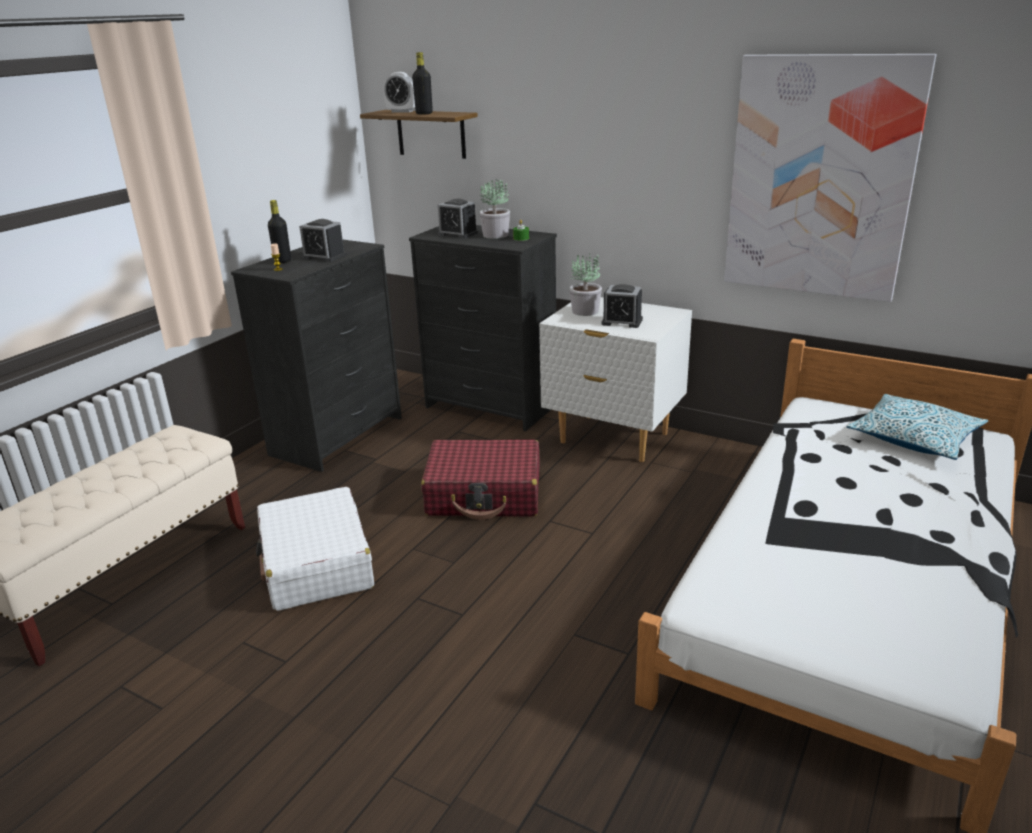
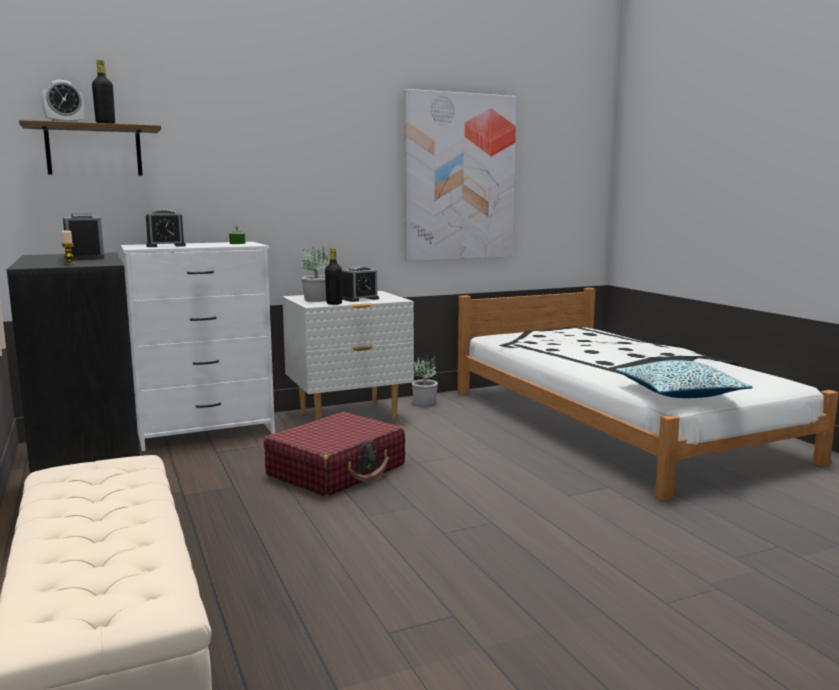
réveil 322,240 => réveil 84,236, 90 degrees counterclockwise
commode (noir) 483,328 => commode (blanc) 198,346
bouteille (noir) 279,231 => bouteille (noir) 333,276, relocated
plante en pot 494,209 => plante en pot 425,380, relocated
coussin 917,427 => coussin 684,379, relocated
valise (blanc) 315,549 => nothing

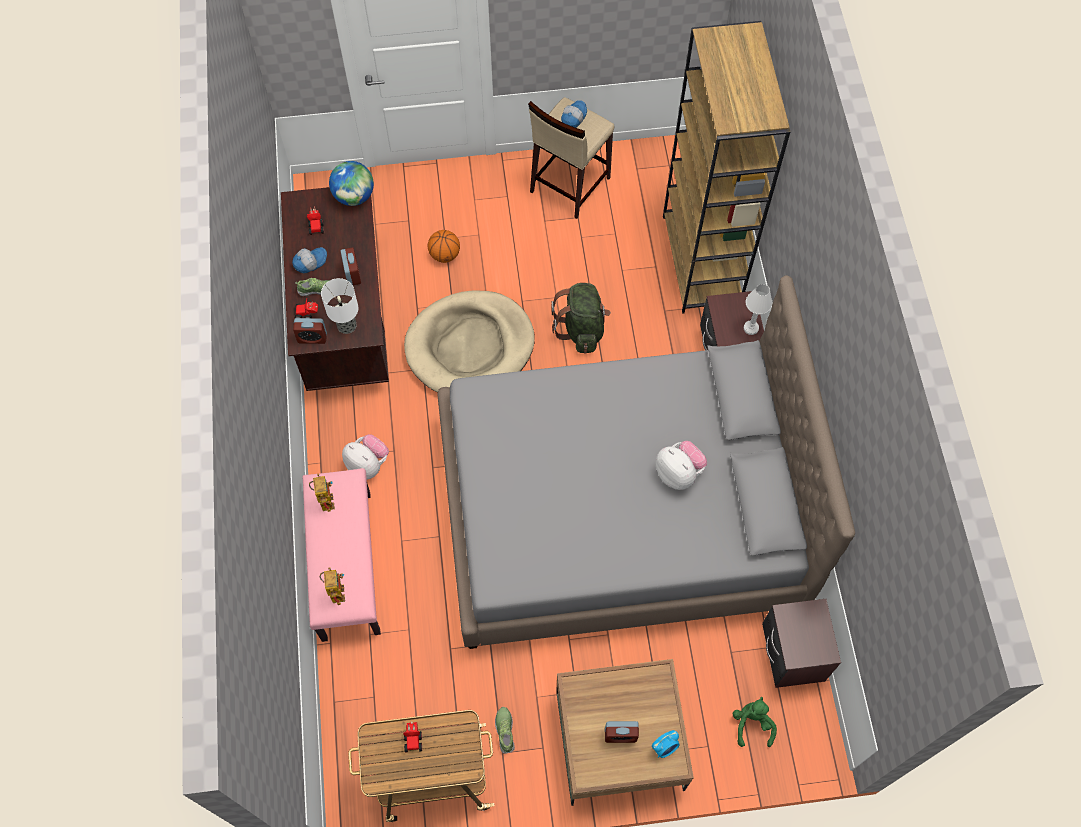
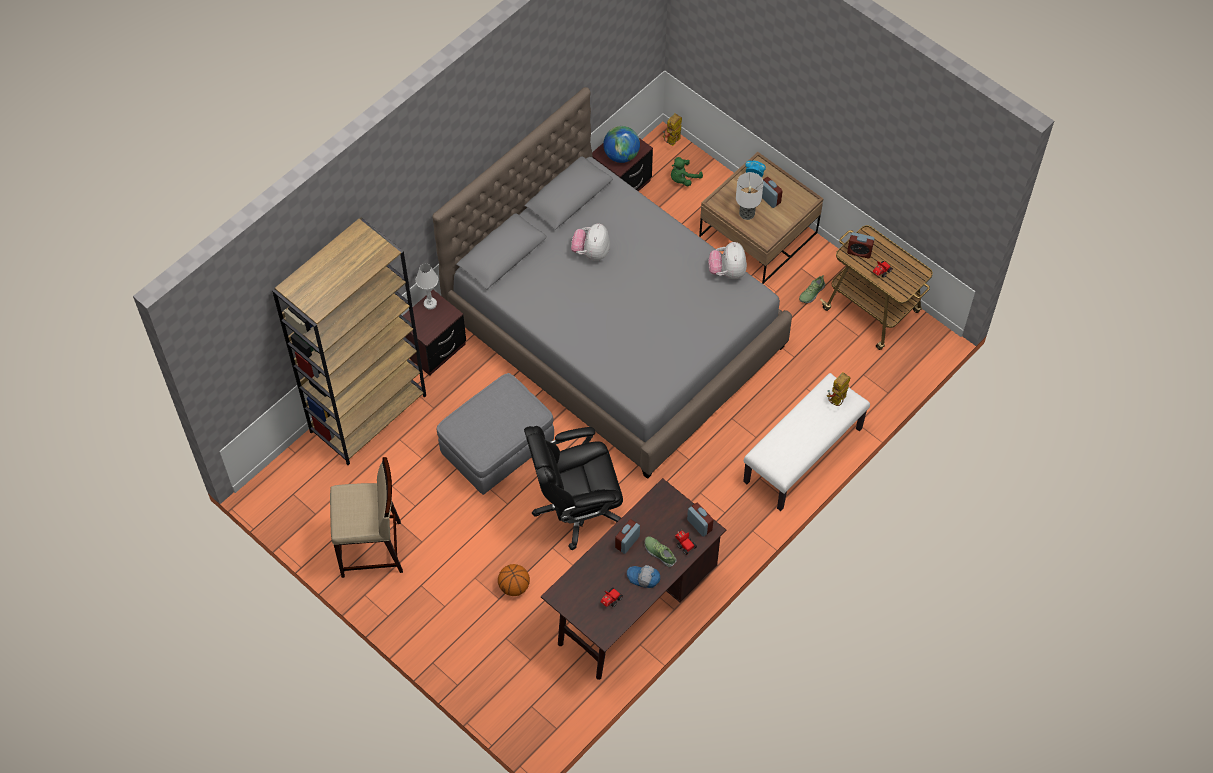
sac à dos (vert) 581,318 => pouf (gris) 495,434
panier pour chien (beige) 469,341 => chaise de bureau (noir) 573,488
globe 351,183 => globe 621,144, relocated
robot jouet 322,493 => robot jouet 672,129, relocated
peluche 365,457 => peluche 728,260, relocated
lampe de table 340,306 => lampe de table 750,196, relocated
banc (rose) 342,555 => banc (blanc) 806,442
nothing => réveil 861,245
casquette 574,114 => nothing

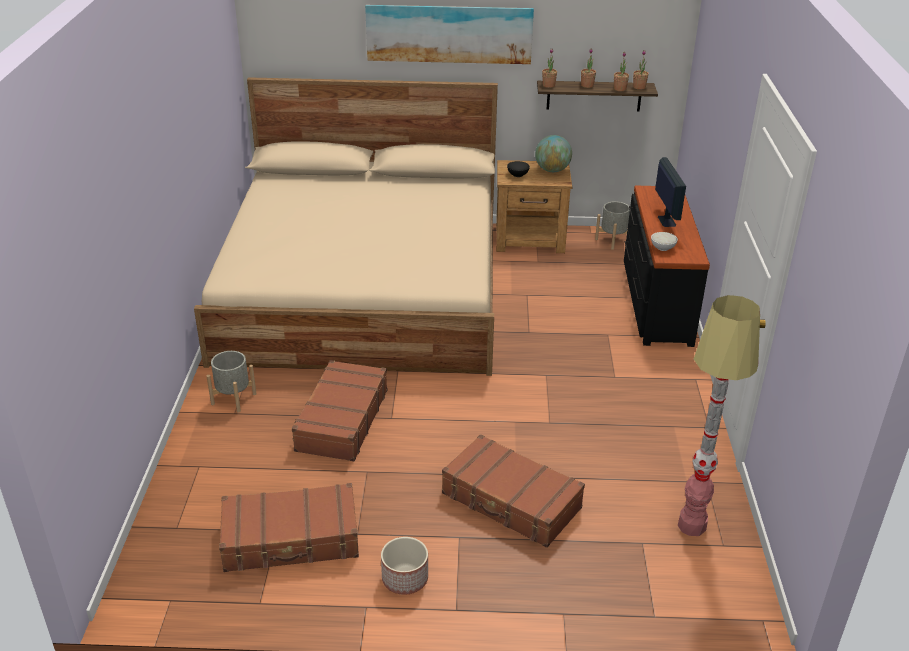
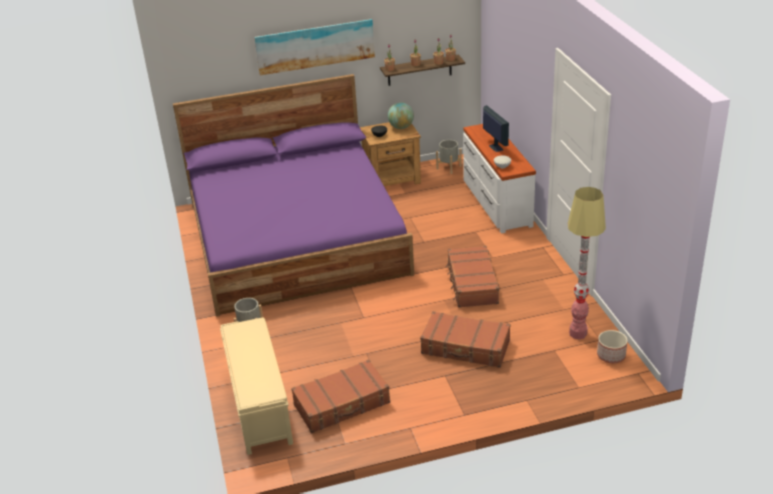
lit (beige) 346,226 => lit (violet) 293,195
nothing => banc (beige) 256,386
valise (marron) 340,410 => valise (marron) 472,277, relocated
commode (noir) 667,266 => commode (blanc) 499,178
cache-pot 404,566 => cache-pot 612,346, relocated

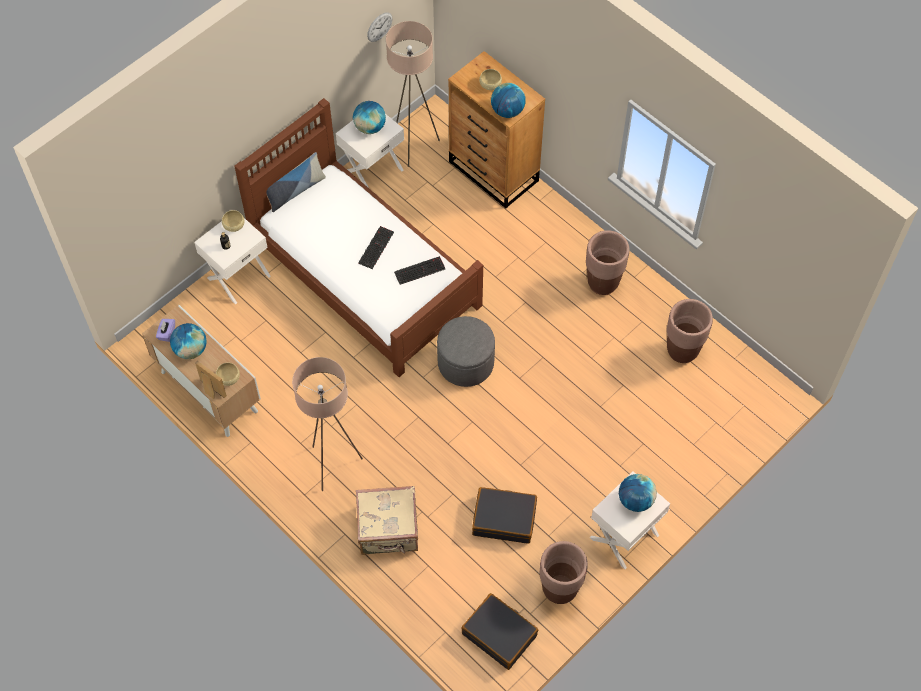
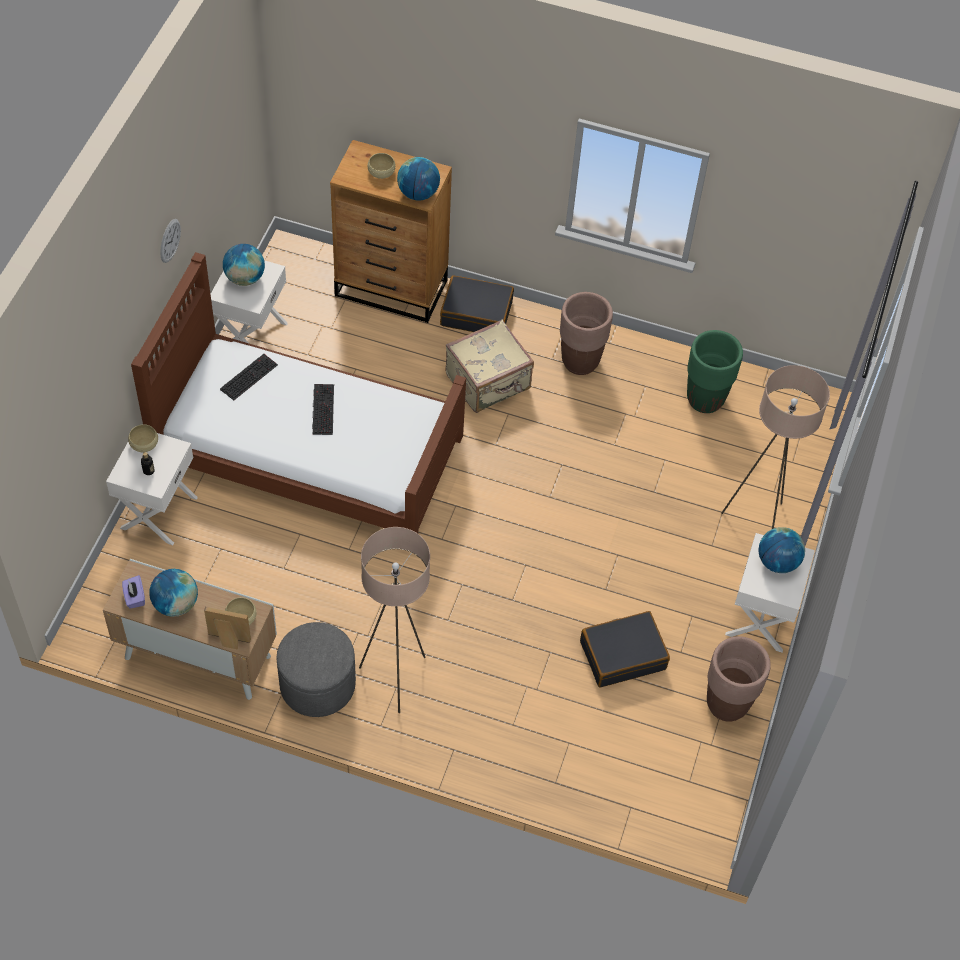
horloge murale 379,27 => horloge murale 170,241, relocated
clavier 419,270 => clavier 249,377, relocated
pouf (gris) 466,351 => pouf (gris) 316,669, relocated
valise (noir) 499,631 => valise (noir) 477,303, relocated
valise (beige) 387,520 => valise (beige) 490,366, relocated
cache-pot (marron) 690,331 => cache-pot (vert) 715,371
lampadaire (beige) 413,94 => lampadaire (beige) 775,447, relocated
coussin 296,182 => nothing

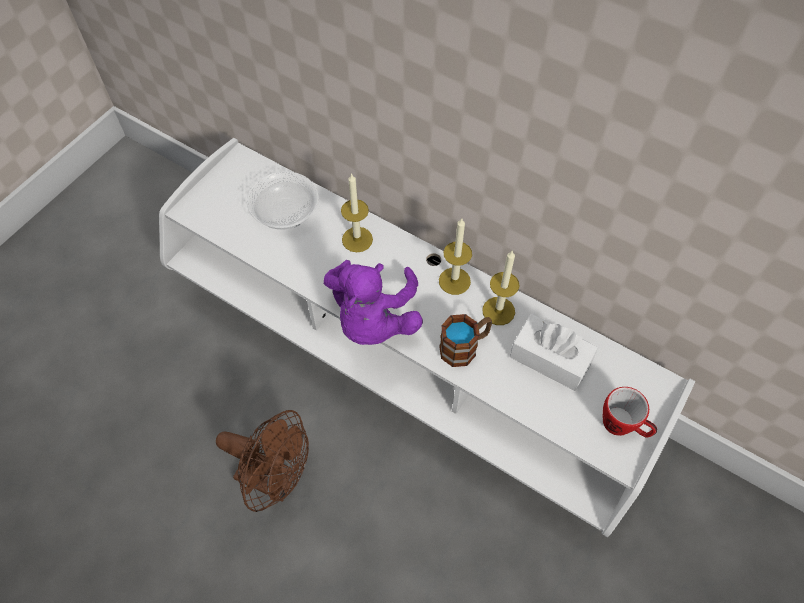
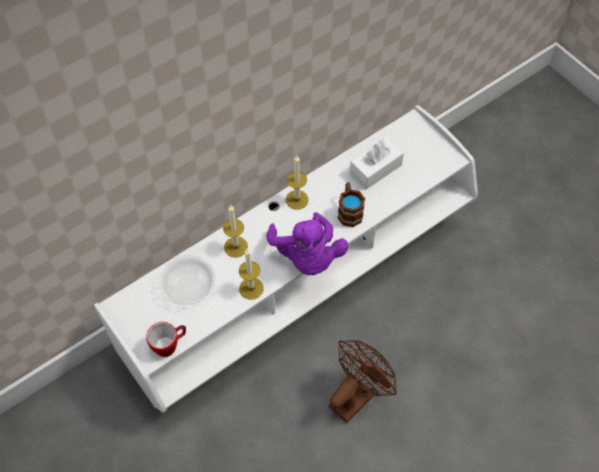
mug 630,412 => mug 166,339, relocated
bougie 501,287 => bougie 251,274, relocated
peluche (violet) 373,302 => peluche (violet) 307,243, 45 degrees clockwise

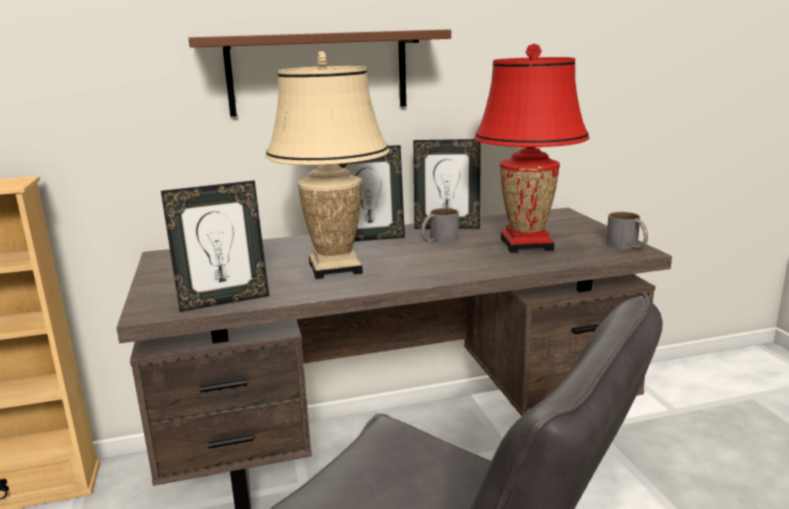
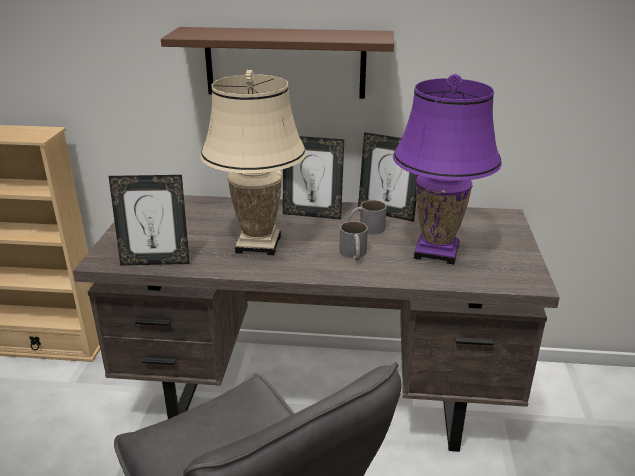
mug (gris) 627,230 => mug (gris) 353,241, relocated
lampe de table (rouge) 531,148 => lampe de table (violet) 447,169

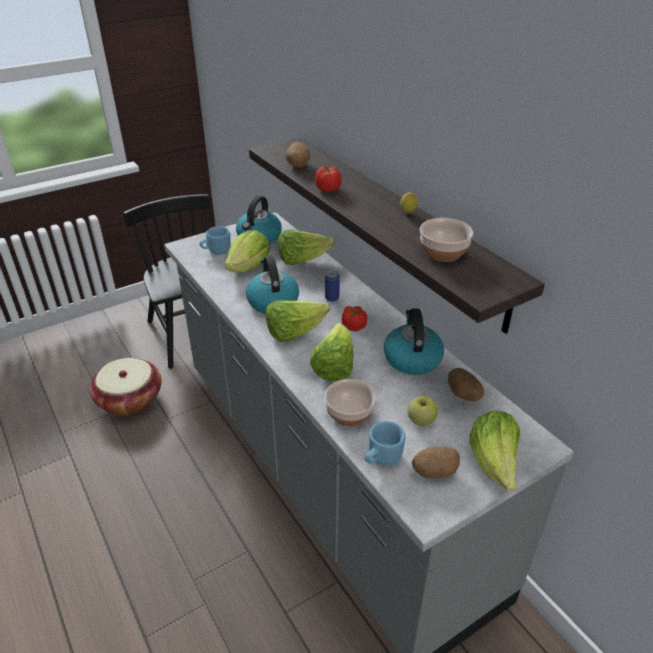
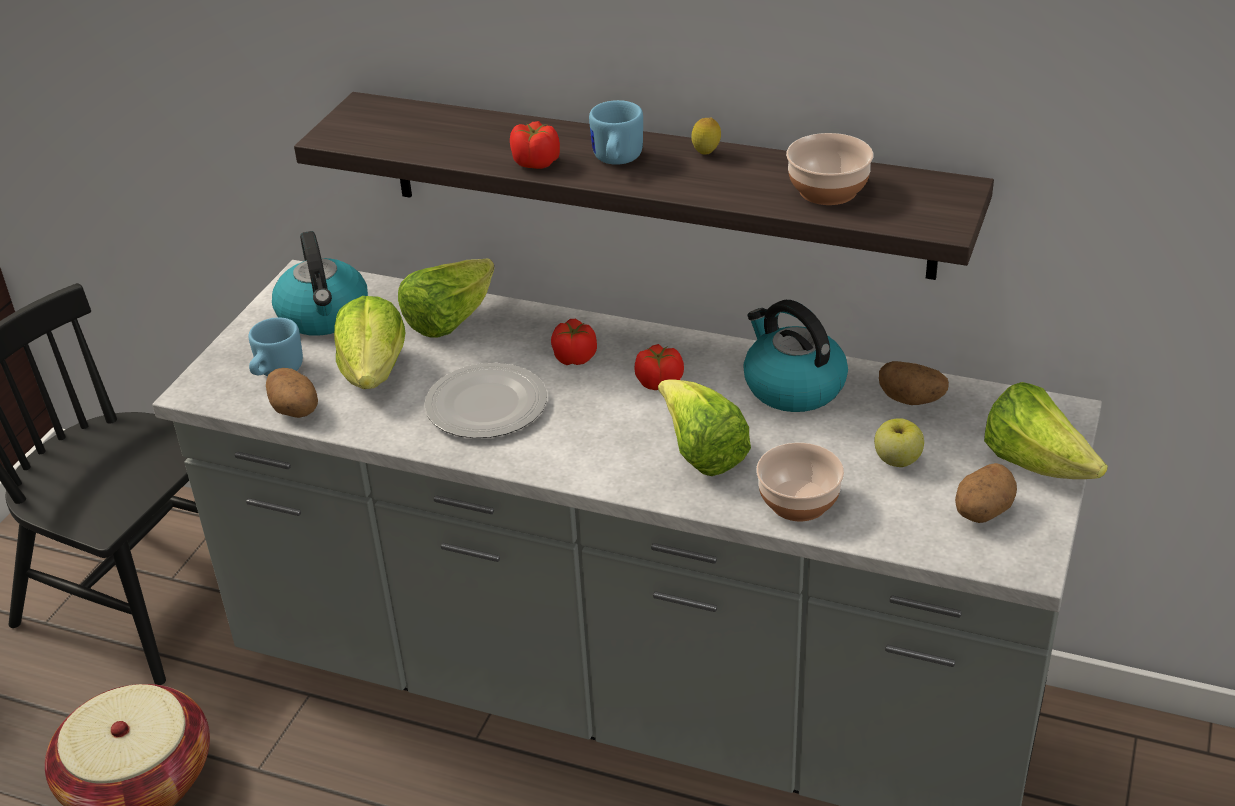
pomme de terre 298,155 => pomme de terre 292,393, relocated
bouilloire 272,284 => assiette 485,400
boîte métallique 332,286 => tomate 574,342
mug (bleu) 385,443 => mug (bleu) 616,132, relocated
laitue 298,321 => nothing

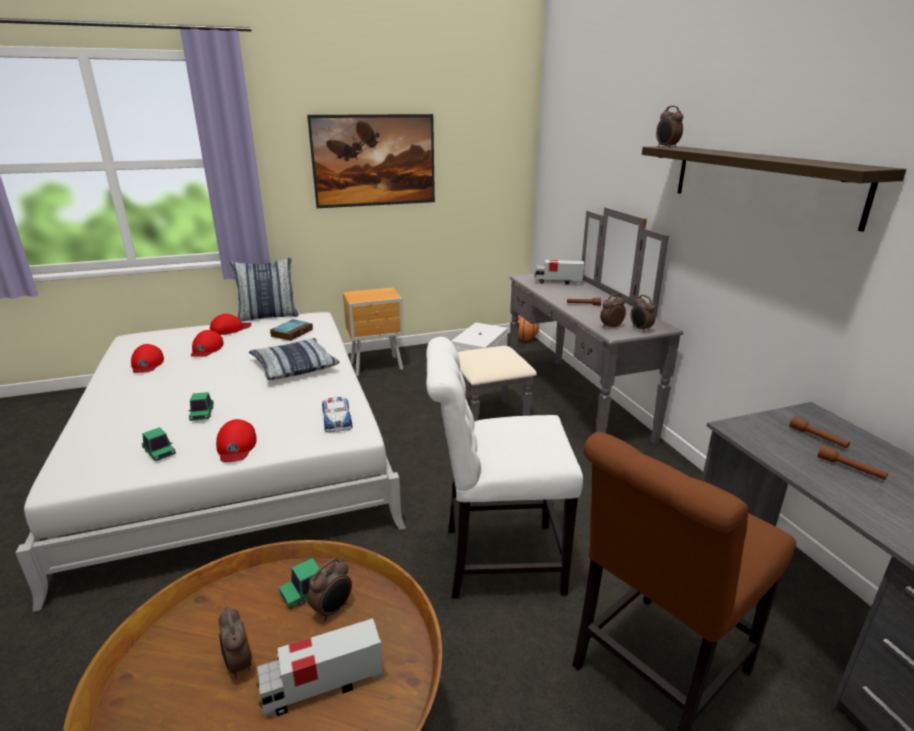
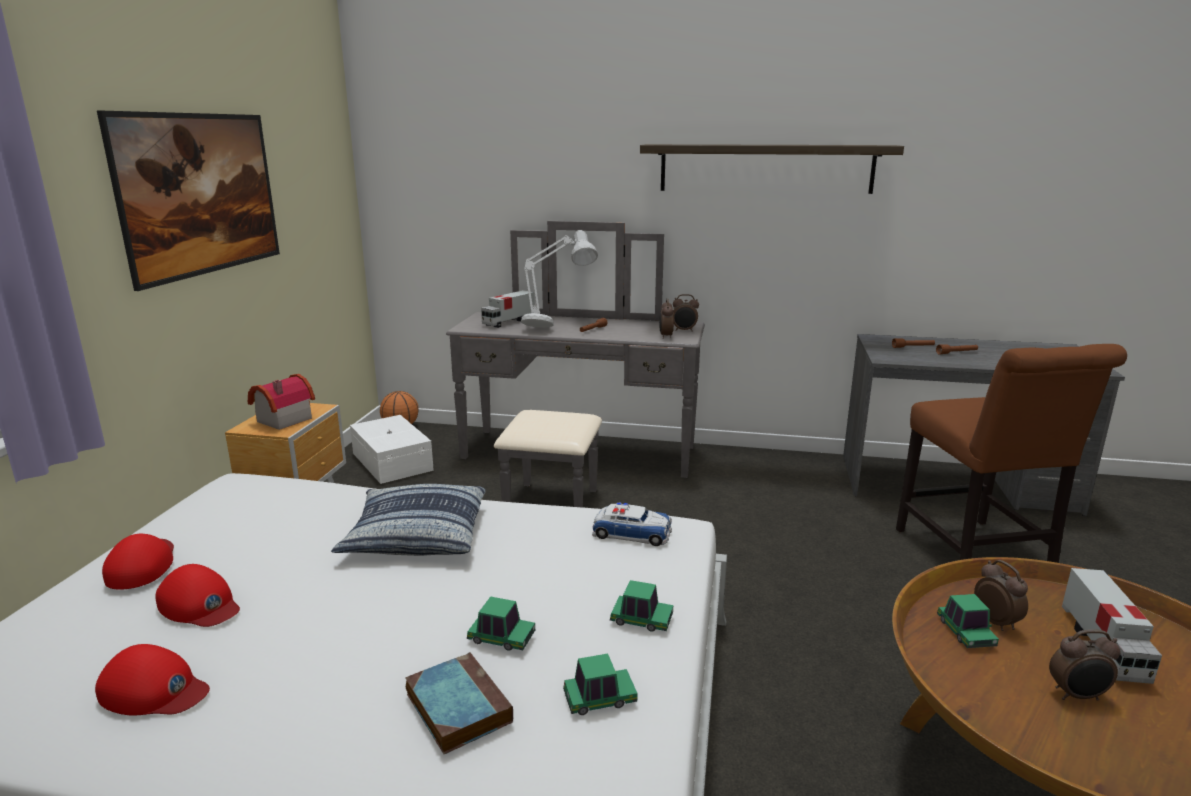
nothing => maison miniature 281,402
livre 291,330 => livre 459,703, relocated
nothing => lampe de table (gris) 559,279
casquette (rouge) 236,440 => petite voiture 641,605
coussin 264,289 => nothing
chaise (blanc) 504,468 => nothing
réveil 669,127 => nothing

